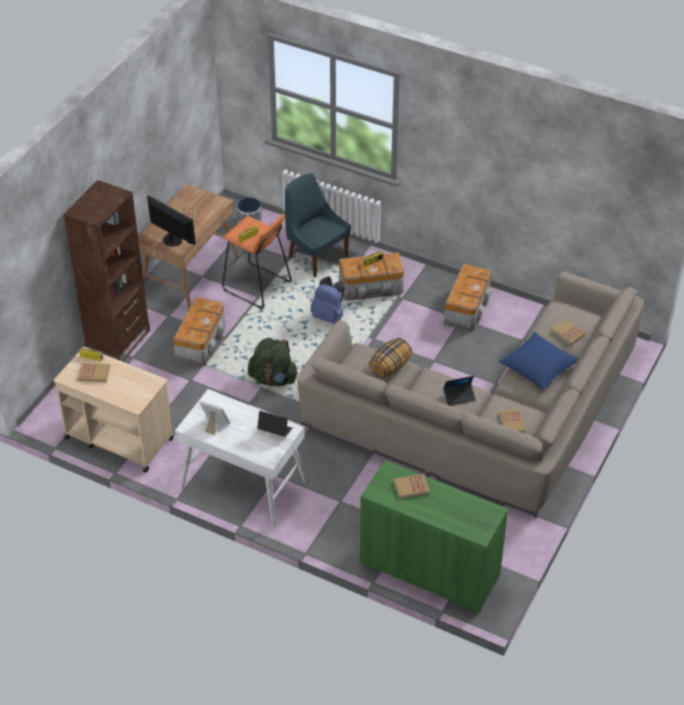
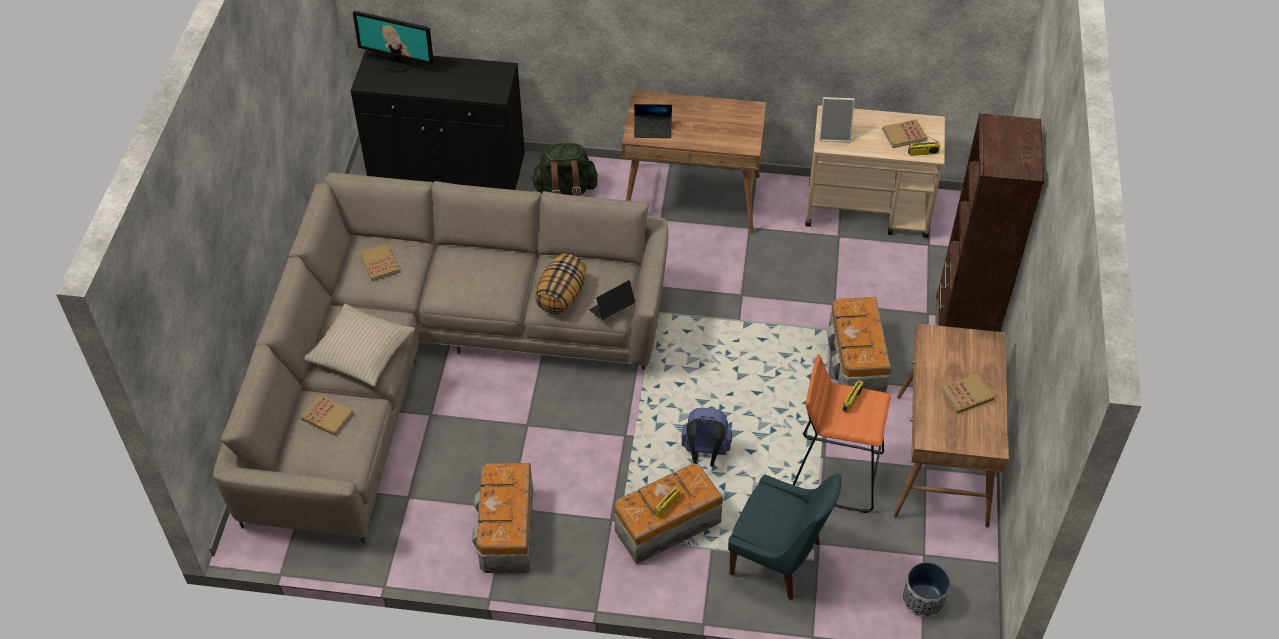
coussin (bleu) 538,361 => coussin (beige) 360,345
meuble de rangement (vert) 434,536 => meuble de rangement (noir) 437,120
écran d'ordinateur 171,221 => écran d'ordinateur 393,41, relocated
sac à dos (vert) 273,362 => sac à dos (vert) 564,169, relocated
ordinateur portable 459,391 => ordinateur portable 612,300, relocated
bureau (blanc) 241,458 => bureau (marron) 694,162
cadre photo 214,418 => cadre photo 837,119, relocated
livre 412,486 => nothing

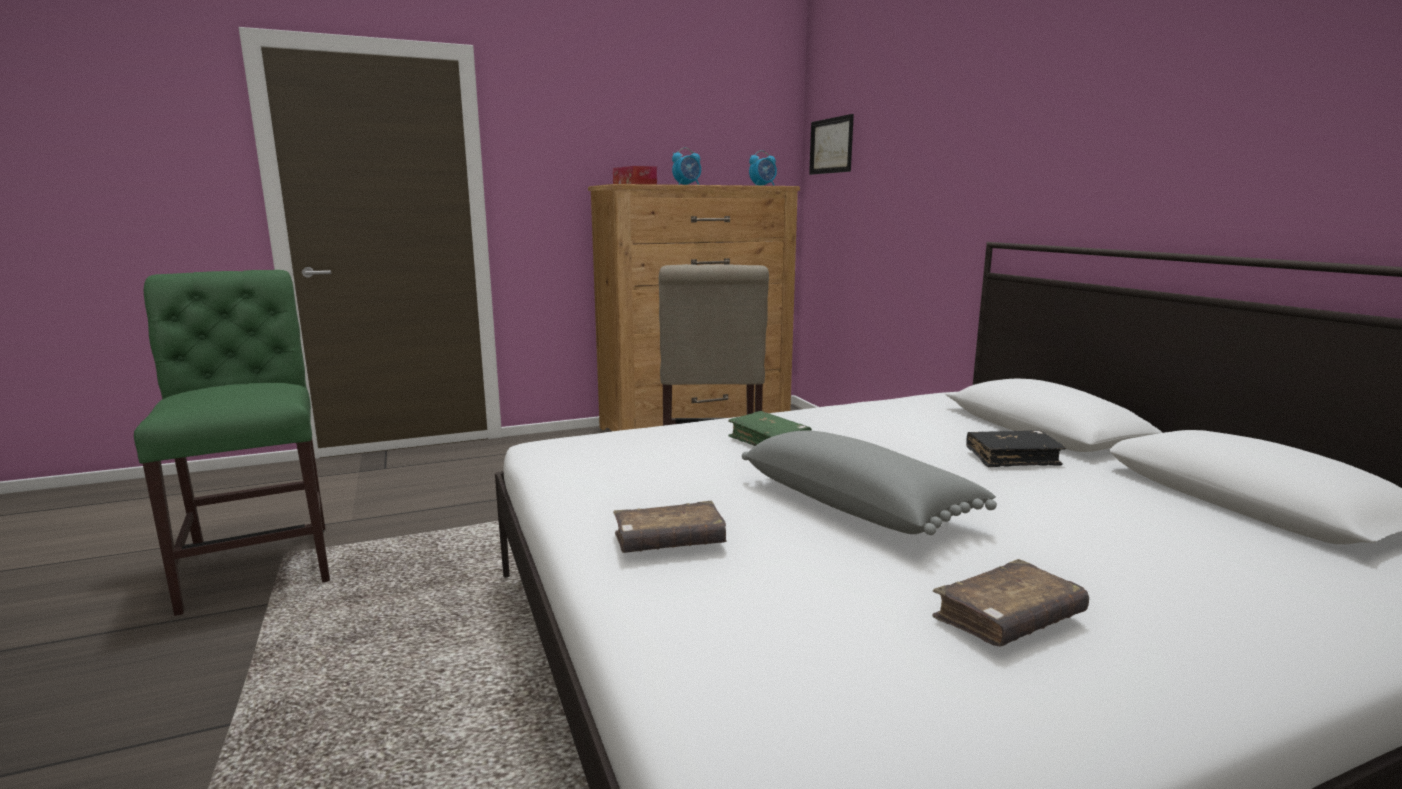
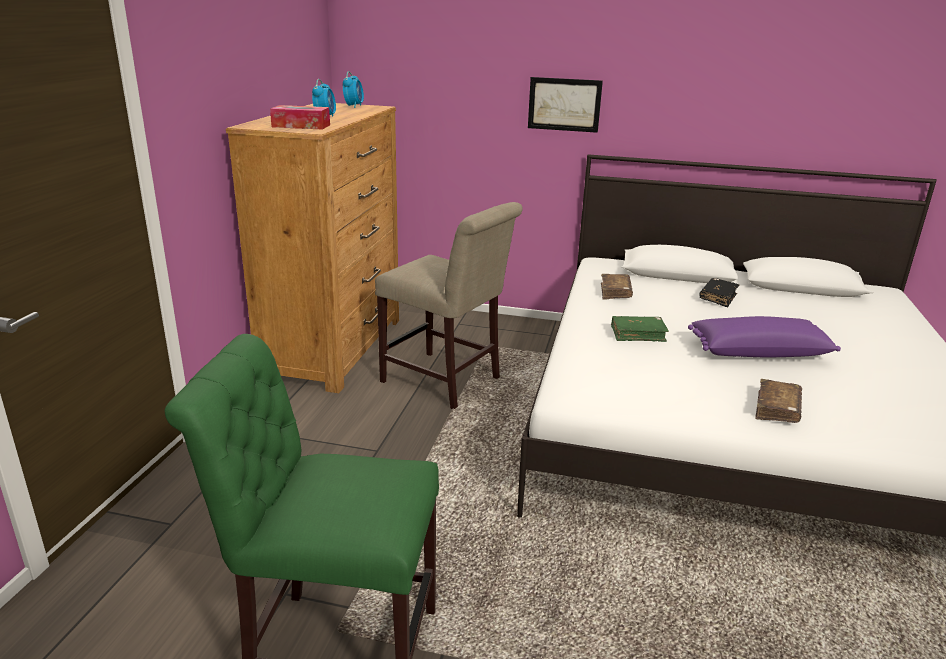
tableau 831,144 => tableau 565,105, relocated
livre (marron) 1010,603 => livre (marron) 617,286, relocated
coussin (gris) 869,482 => coussin (violet) 764,336

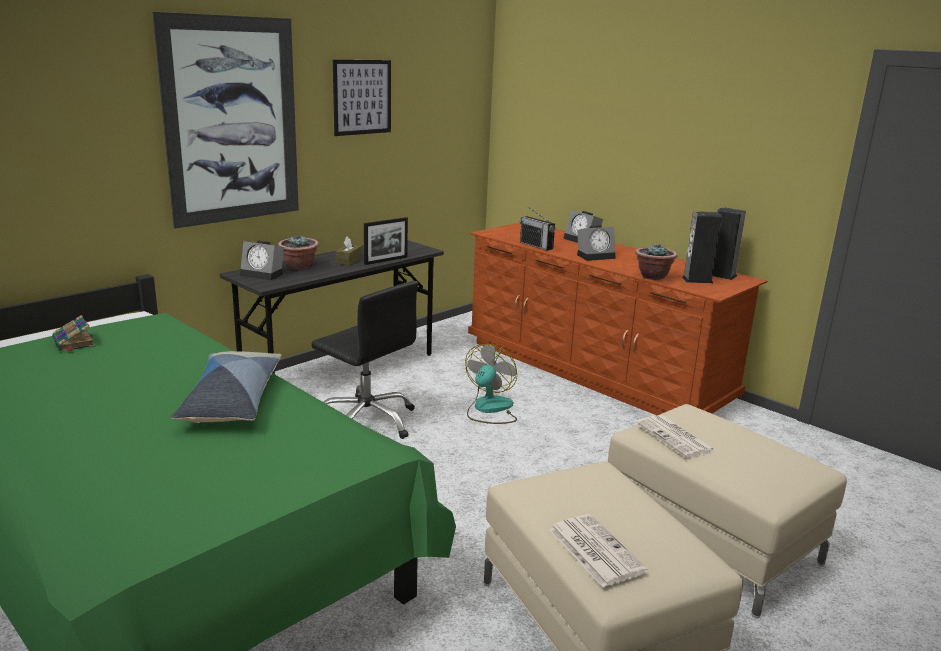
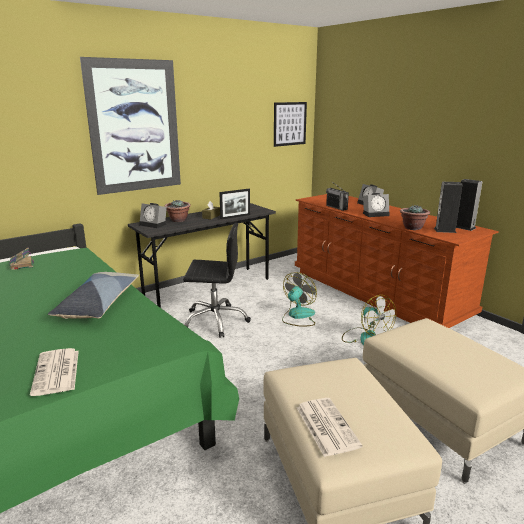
journal 676,436 => journal 54,372, relocated
chaise de bureau (noir) 364,360 => chaise de bureau (noir) 217,280, 45 degrees counterclockwise
tableau 362,98 => tableau 290,124, relocated
nothing => ventilateur 369,320

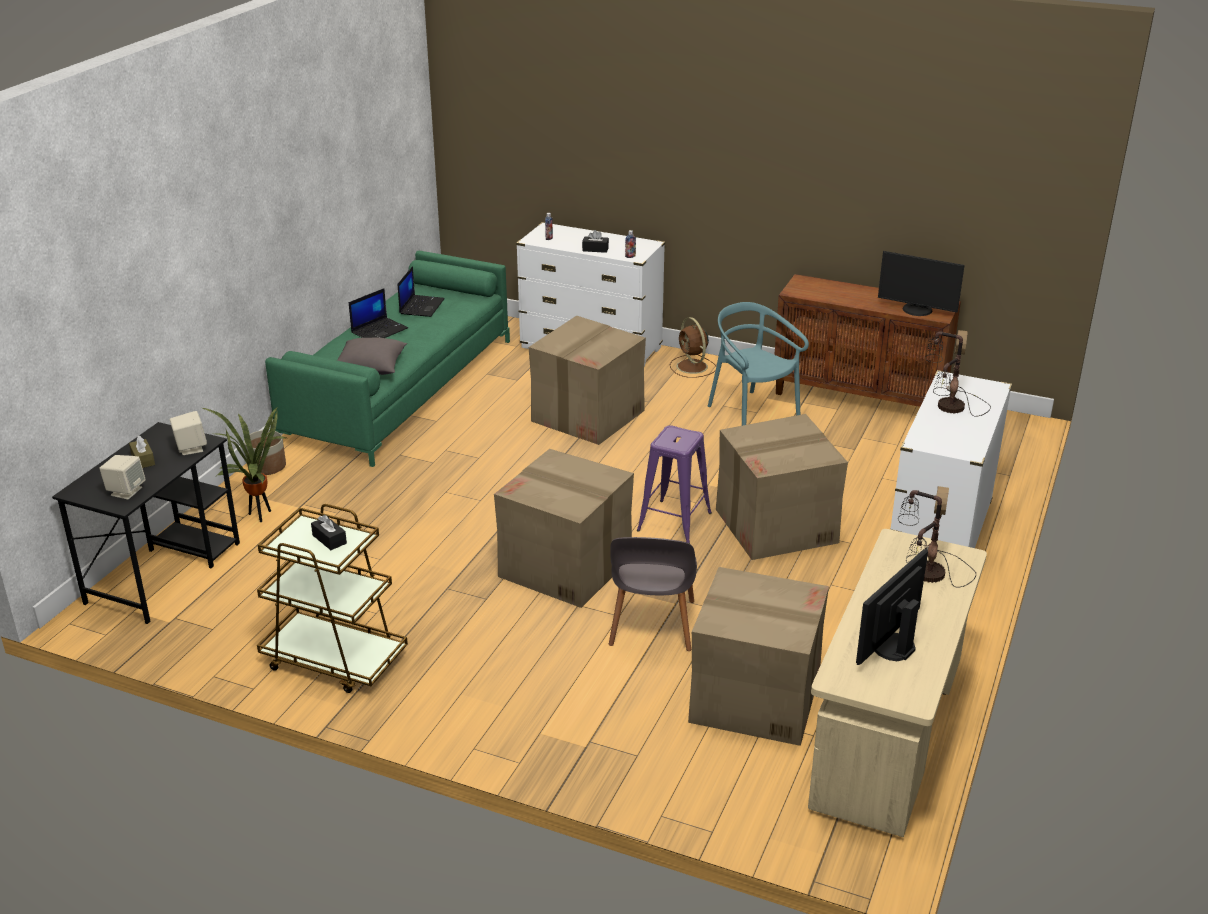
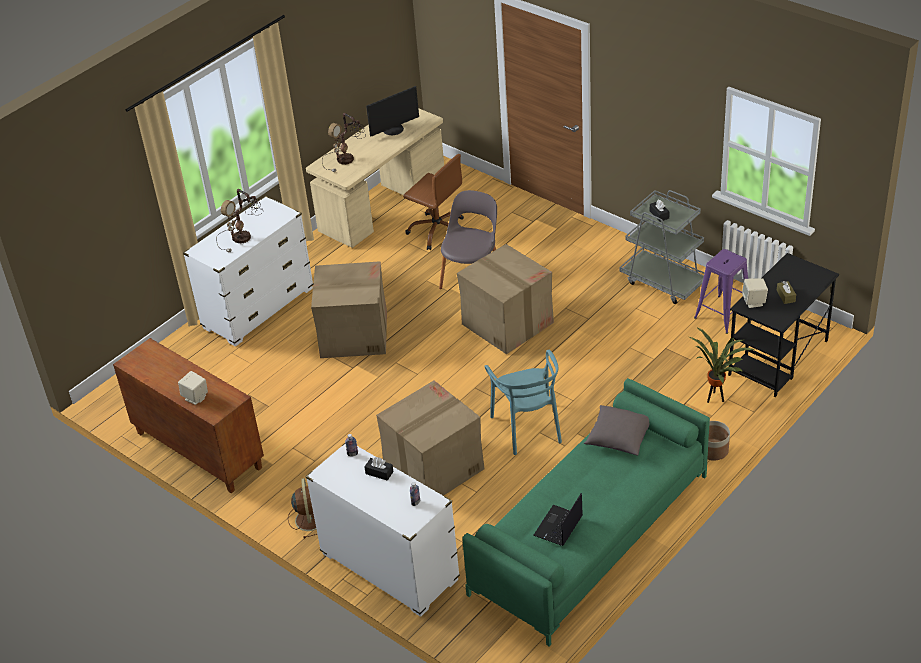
enceinte (beige) 122,477 => enceinte (beige) 193,388, relocated
carton 758,656 => chaise de bureau (marron) 433,202
chaise (turquoise) 758,364 => chaise (turquoise) 523,402, relocated
chariot (marron) 332,598 => chariot (gris) 662,247
tabouret (violet) 674,484 => tabouret (violet) 721,291, relocated
ordinateur portable 378,313 => nothing
écran d'ordinateur 921,283 => nothing

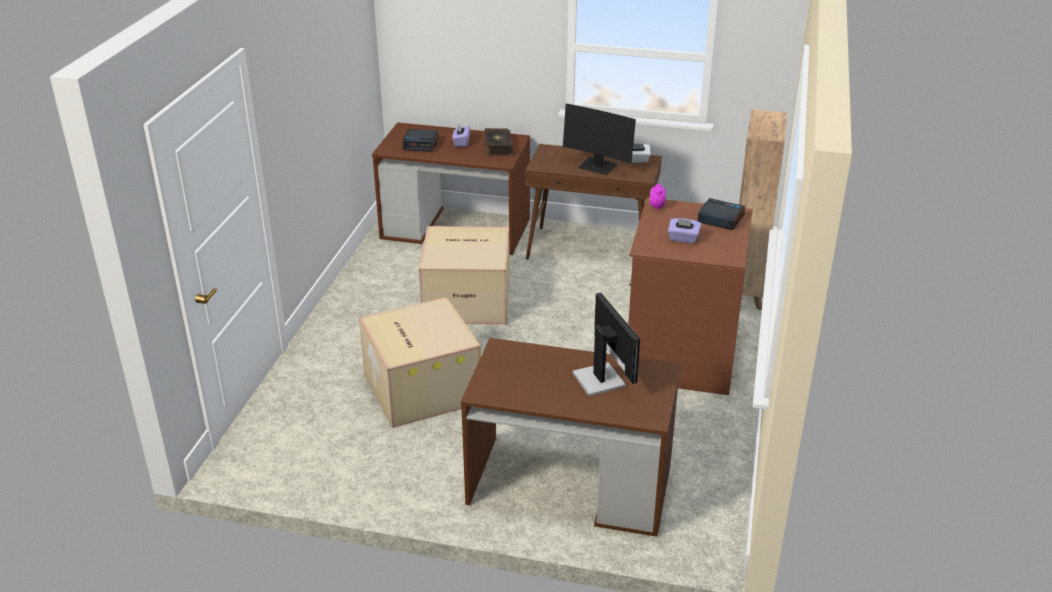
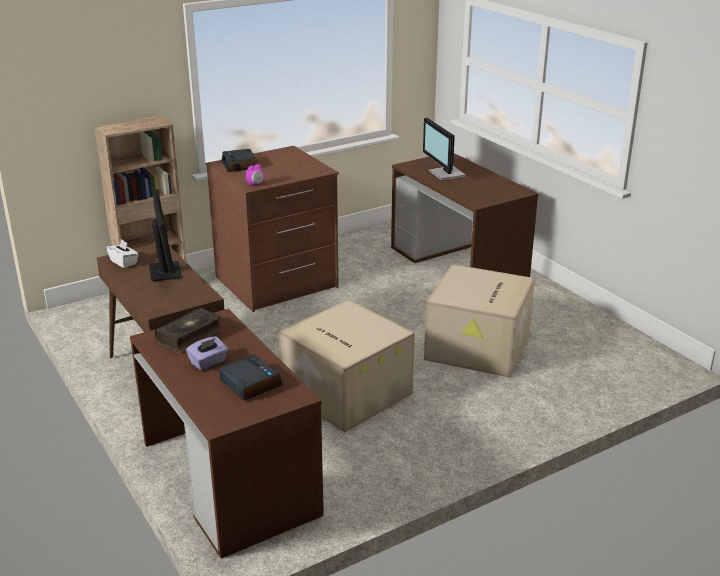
écran d'ordinateur 606,344 => écran d'ordinateur 444,149, 45 degrees counterclockwise
boîte à mouchoirs (violet) 684,231 => nothing

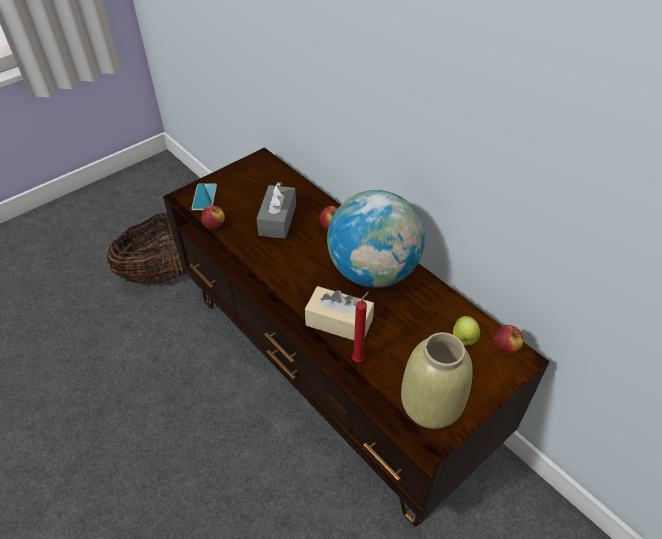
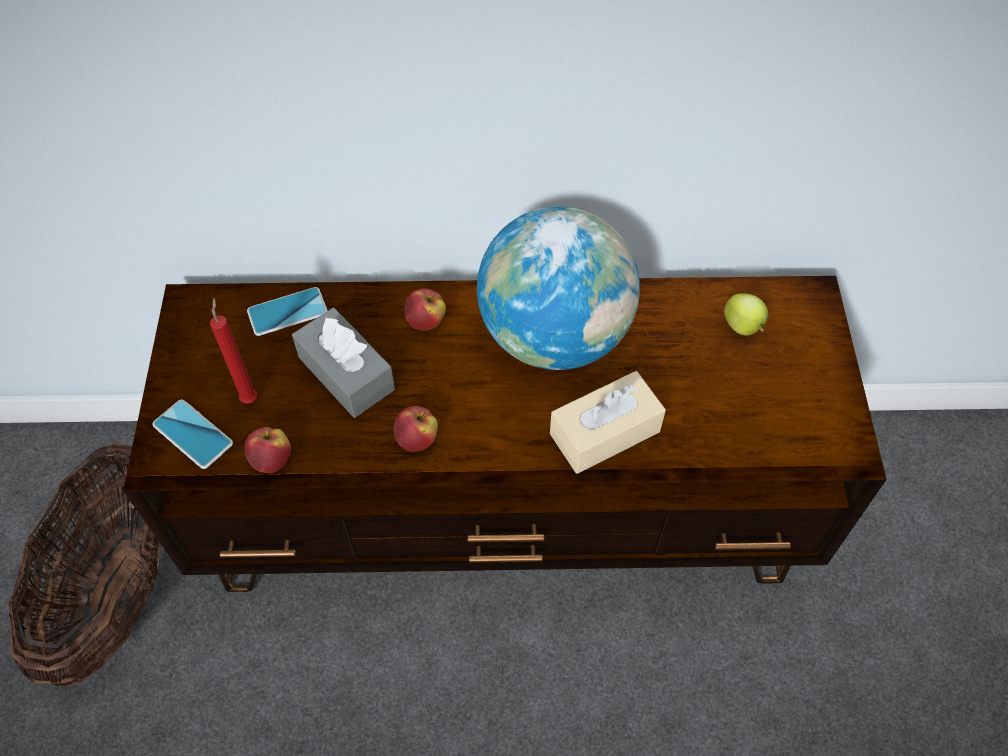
bougie (rouge) 360,326 => bougie (rouge) 233,351, relocated
nothing => téléphone 287,311
pomme 508,339 => pomme 415,429, relocated
vase (beige) 437,380 => nothing

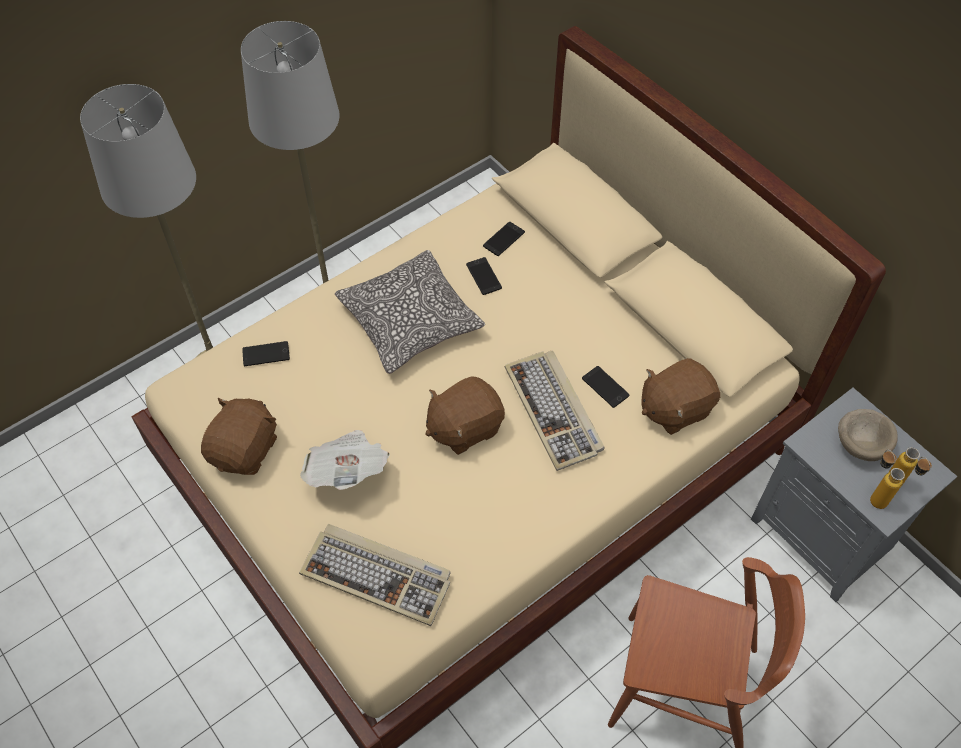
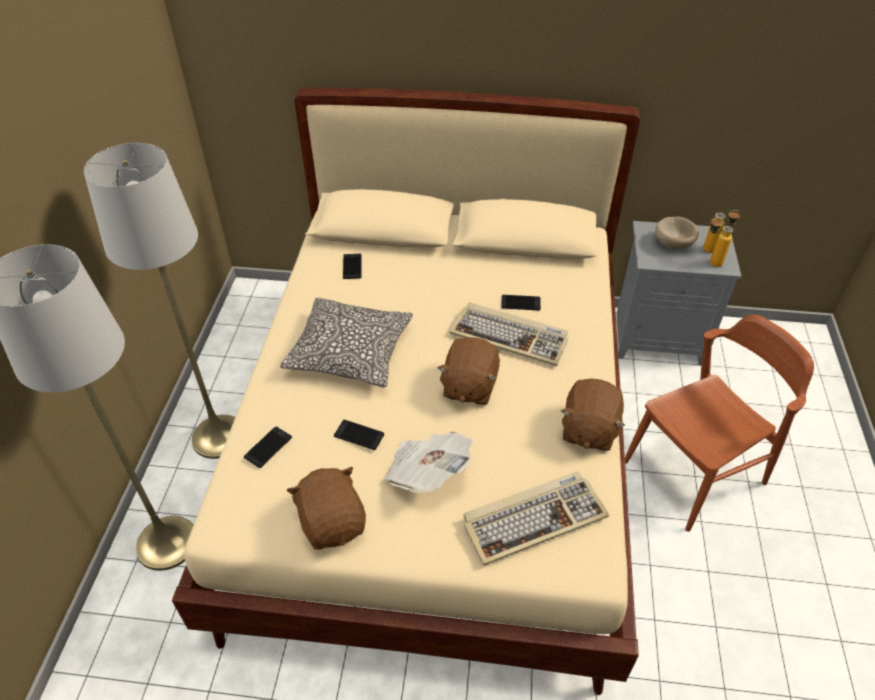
téléphone 484,276 => téléphone 359,435, relocated
peluche (marron) 681,396 => peluche (marron) 593,414, relocated

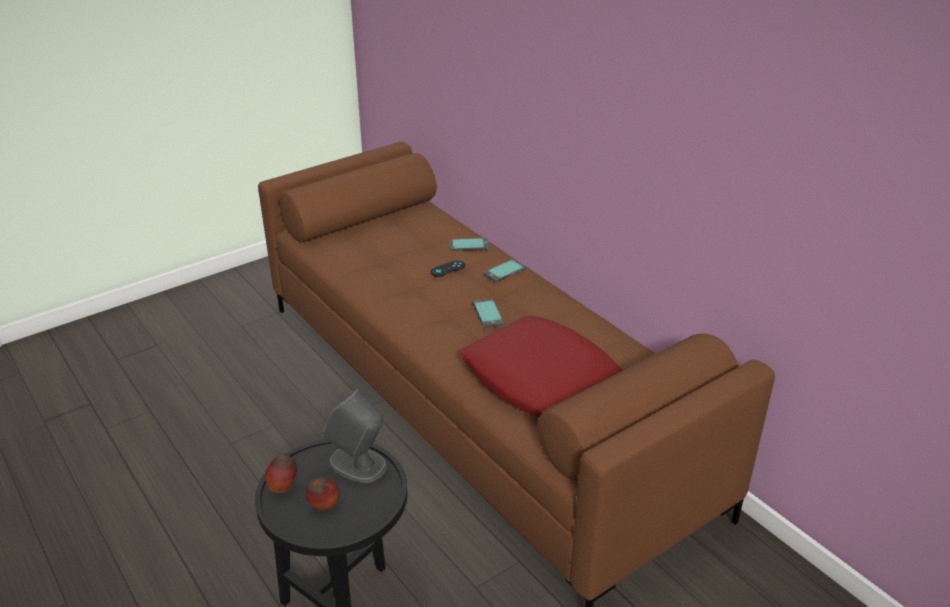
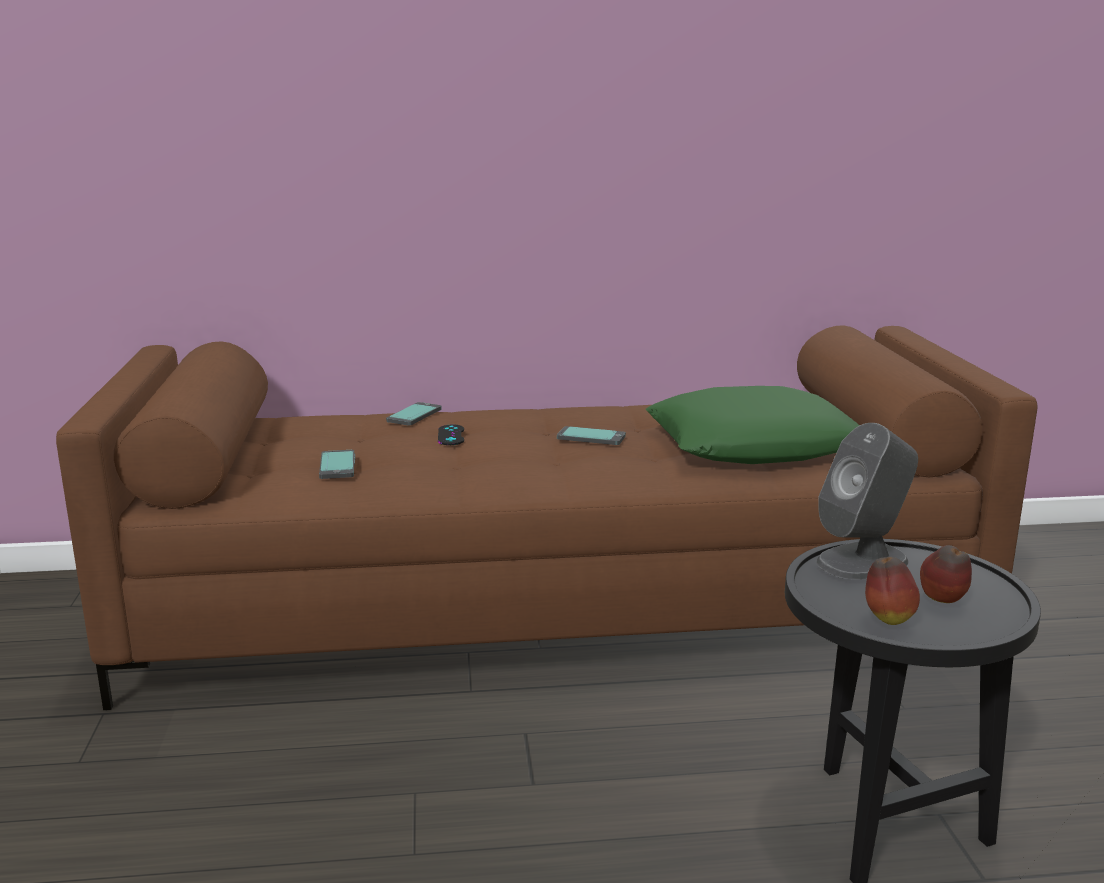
téléphone 505,270 => téléphone 337,464, relocated
coussin (rouge) 541,366 => coussin (vert) 753,425

